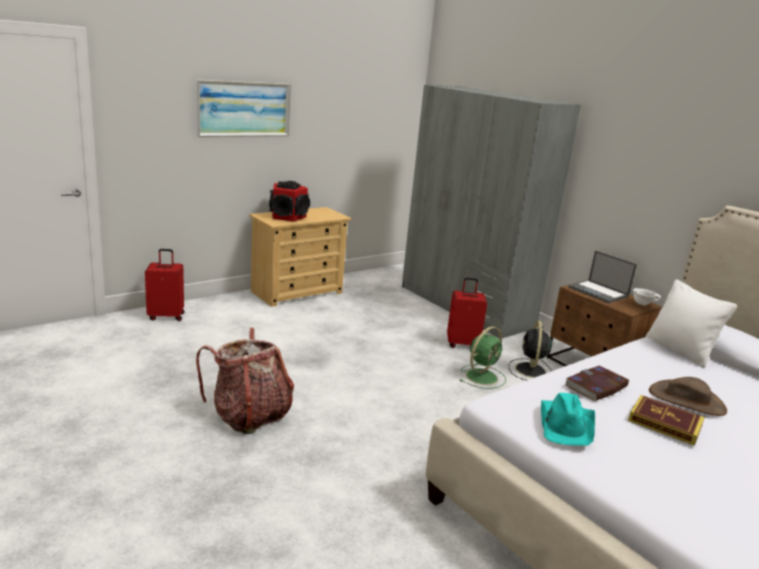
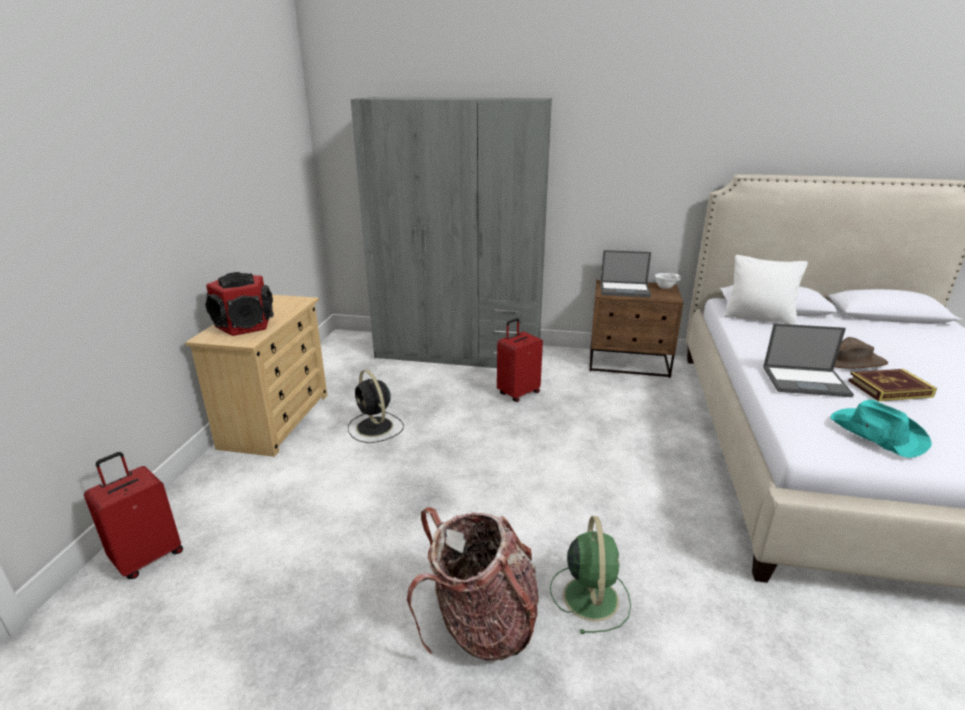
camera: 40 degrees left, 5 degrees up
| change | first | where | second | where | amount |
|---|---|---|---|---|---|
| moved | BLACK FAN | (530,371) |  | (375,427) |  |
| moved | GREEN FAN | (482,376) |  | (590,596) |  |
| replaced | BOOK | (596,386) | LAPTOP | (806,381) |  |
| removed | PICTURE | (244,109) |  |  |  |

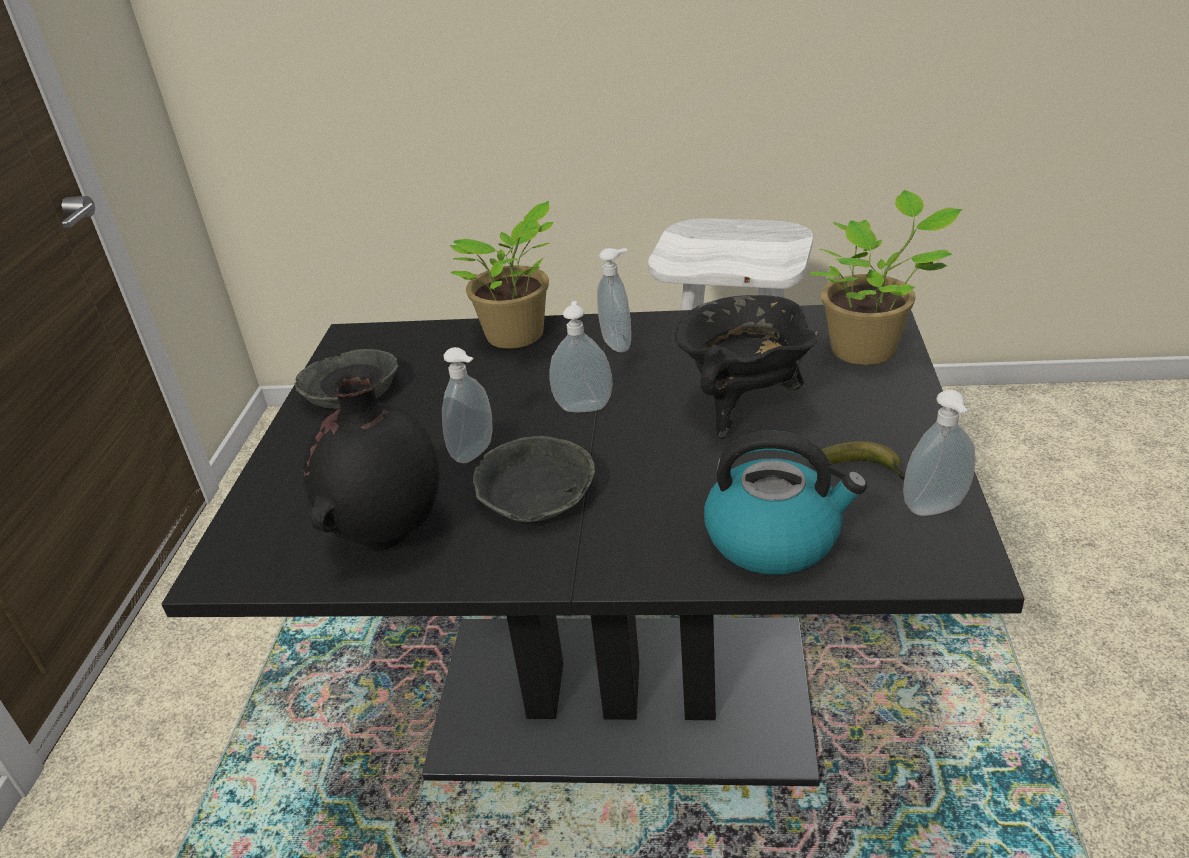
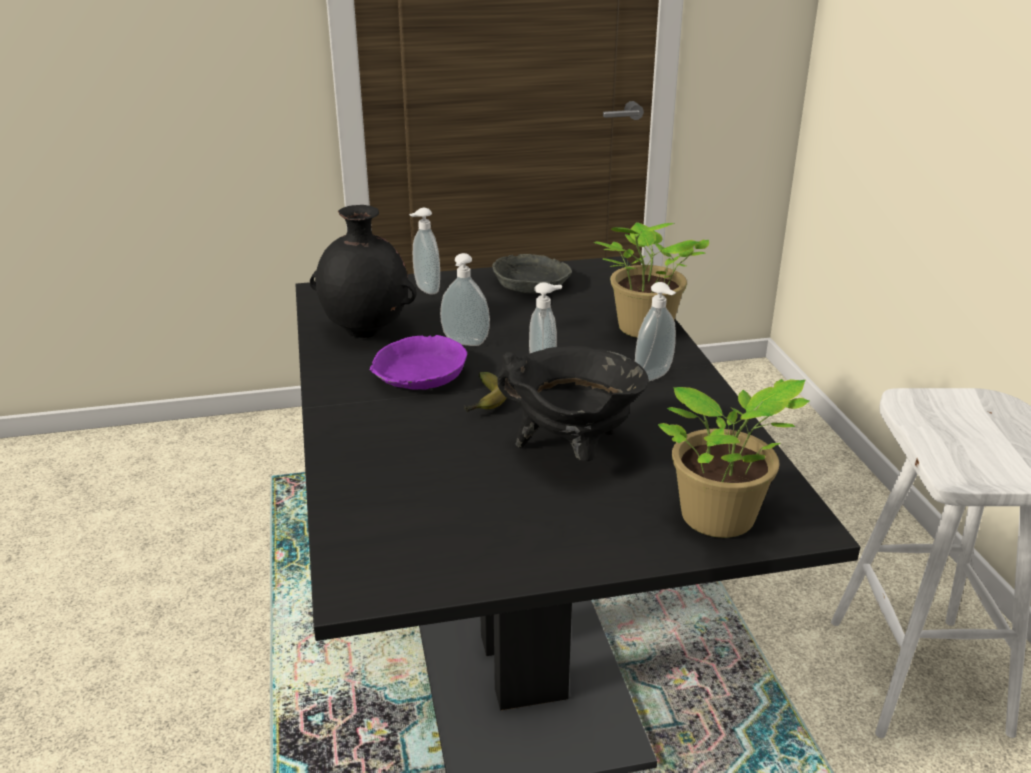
camera: 70 degrees right, 5 degrees down
| change | first | where | second | where | amount |
|---|---|---|---|---|---|
| recoloured | GREY BOWL | (536,494) | PURPLE BOWL | (418,375) |  |
| moved | SOAP DISPENSER | (936,510) |  | (425,290) |  |
| moved | BANANA | (863,470) |  | (485,401) |  |
| removed | KETTLE | (775,538) |  |  |  |

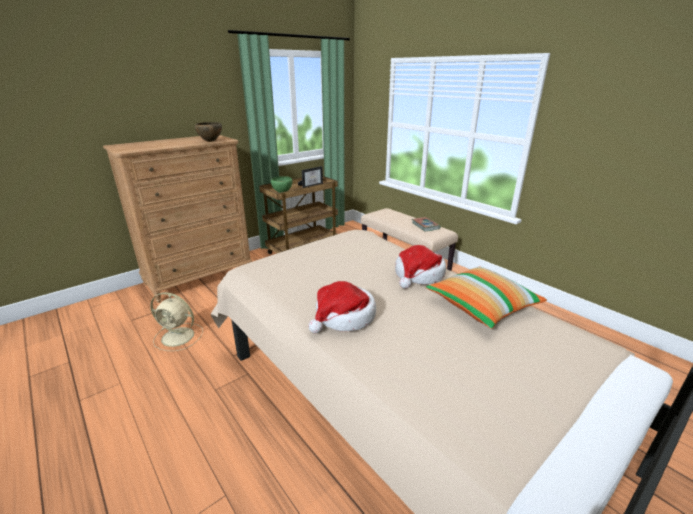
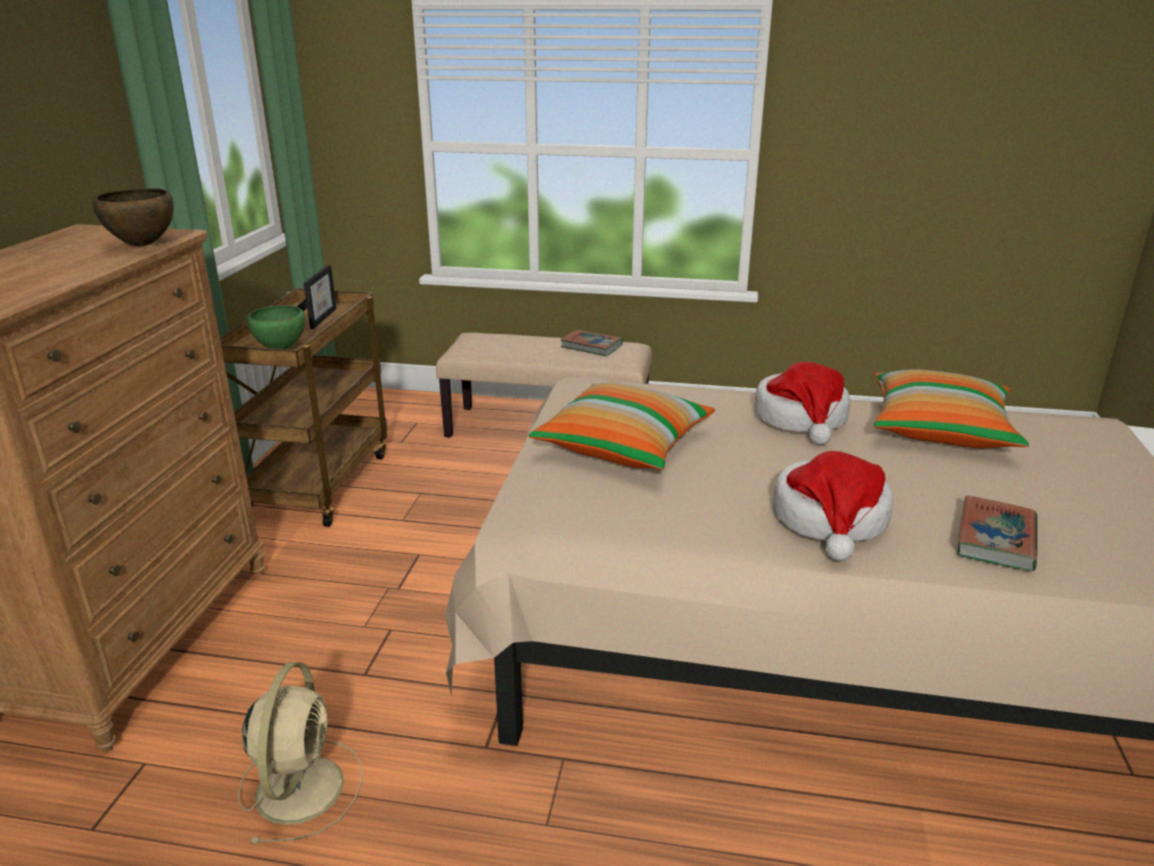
camera: 40 degrees left, 0 degrees up
| change | first | where | second | where | amount |
|---|---|---|---|---|---|
| turned | BEIGE FAN | (179,337) |  | (301,786) | 60 degrees counterclockwise |
| added |  |  | PILLOW | (623,446) |  |
| added |  |  | BOOK | (996,539) |  |

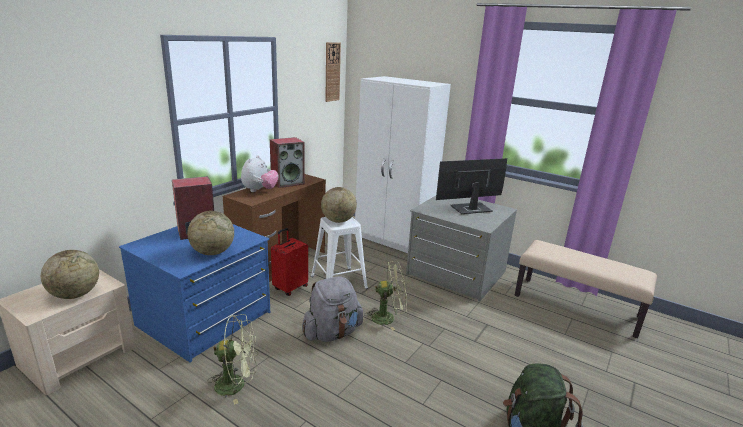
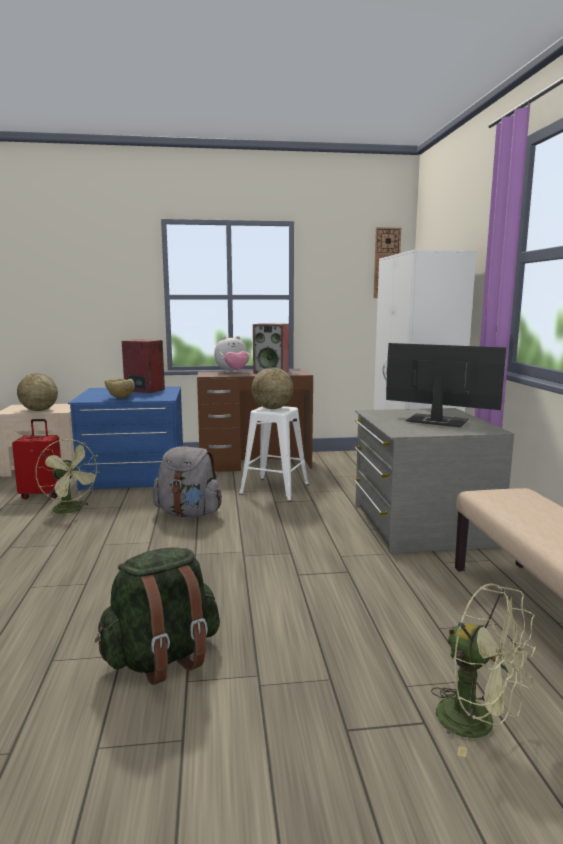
camera: 50 degrees right, 10 degrees down
| change | first | where | second | where | amount |
|---|---|---|---|---|---|
| moved | RED SUITCASE | (290,288) |  | (42,495) |  |
| replaced | GLOBE | (212,252) | BEIGE BOWL | (120,398) |  |
| moved | GREEN FAN | (388,318) |  | (478,724) |  |

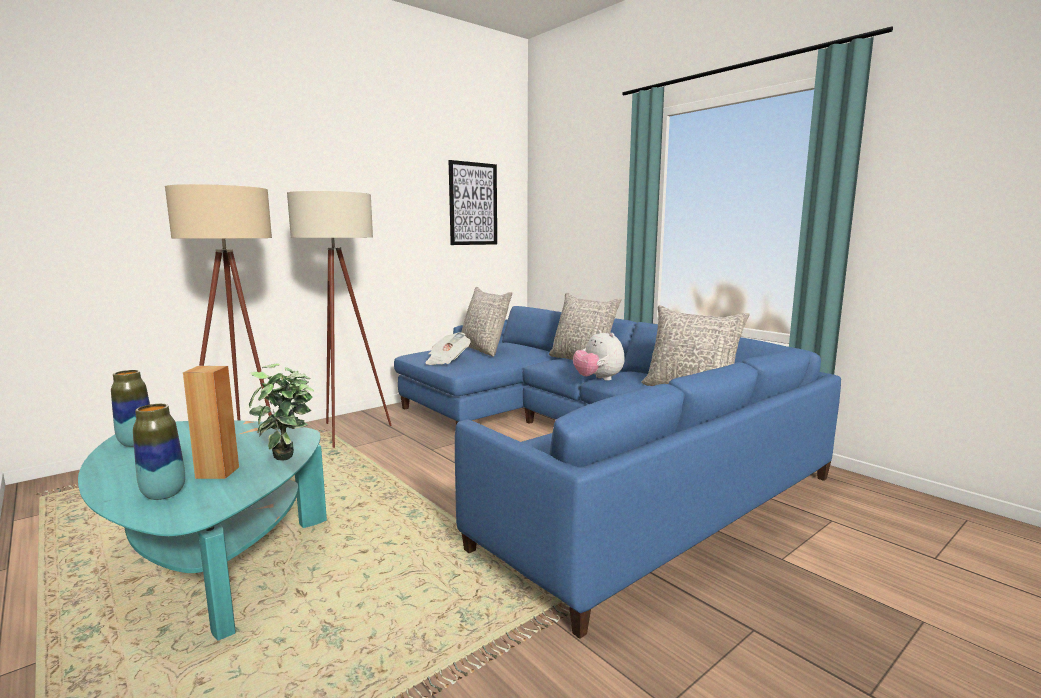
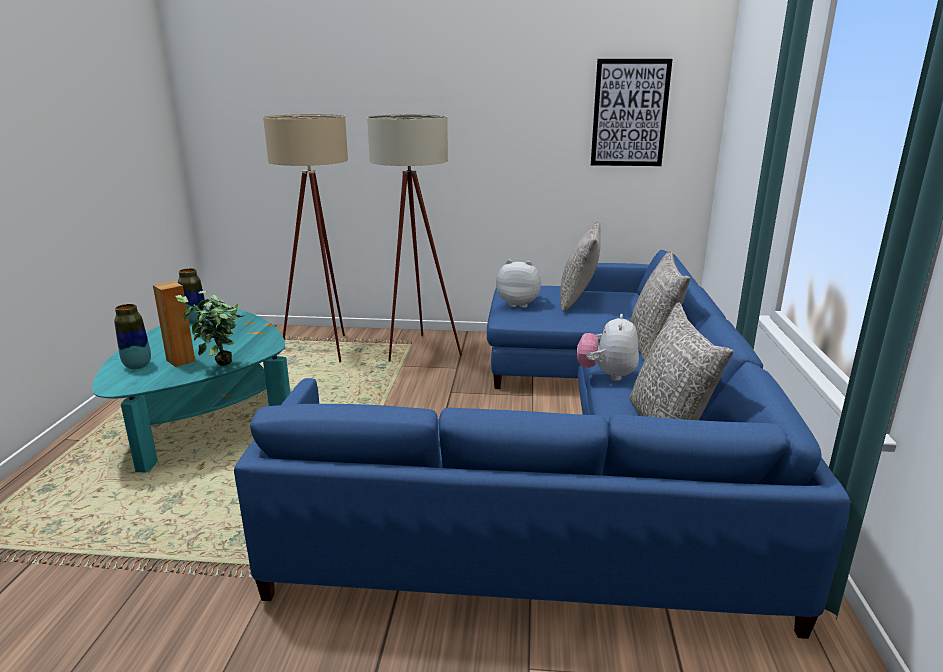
camera: 45 degrees right, 10 degrees up
| change | first | where | second | where | amount |
|---|---|---|---|---|---|
| replaced | NEWSPAPER | (447,361) | PLUSH TOY | (518,304) |  |

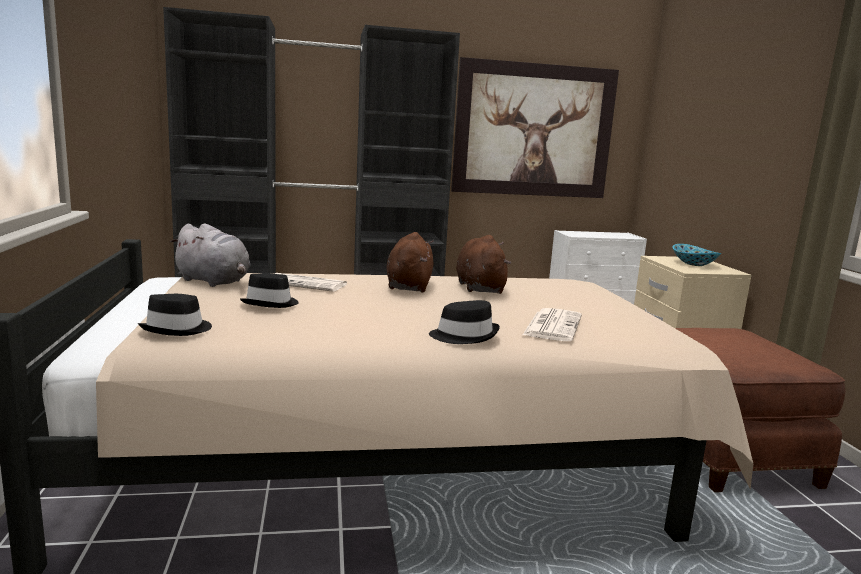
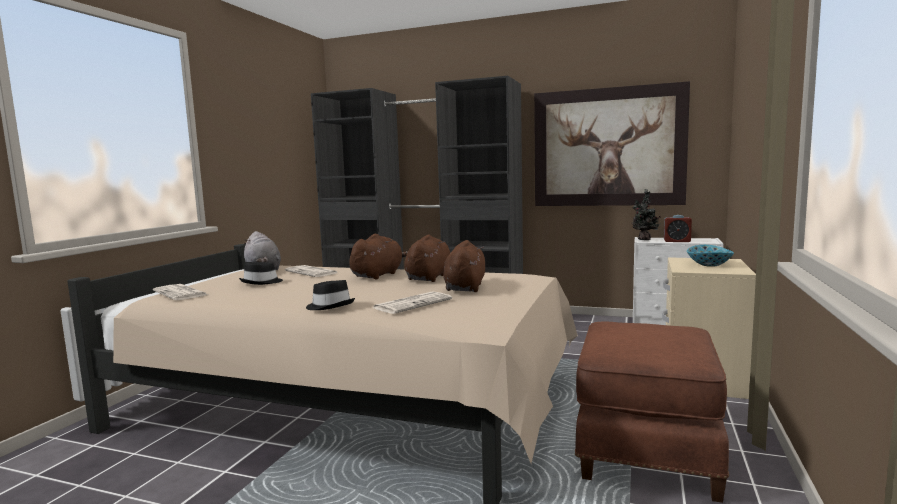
camera: 30 degrees right, 5 degrees down
| change | first | where | second | where | amount |
|---|---|---|---|---|---|
| replaced | BLACK HAT | (178,329) | NEWSPAPER | (181,293) |  |
| added |  |  | BROWN PLUSH TOY | (465,287) |  |
| added |  |  | POTTED PLANT | (644,239) |  |
| added |  |  | ALARM CLOCK | (677,241) |  |

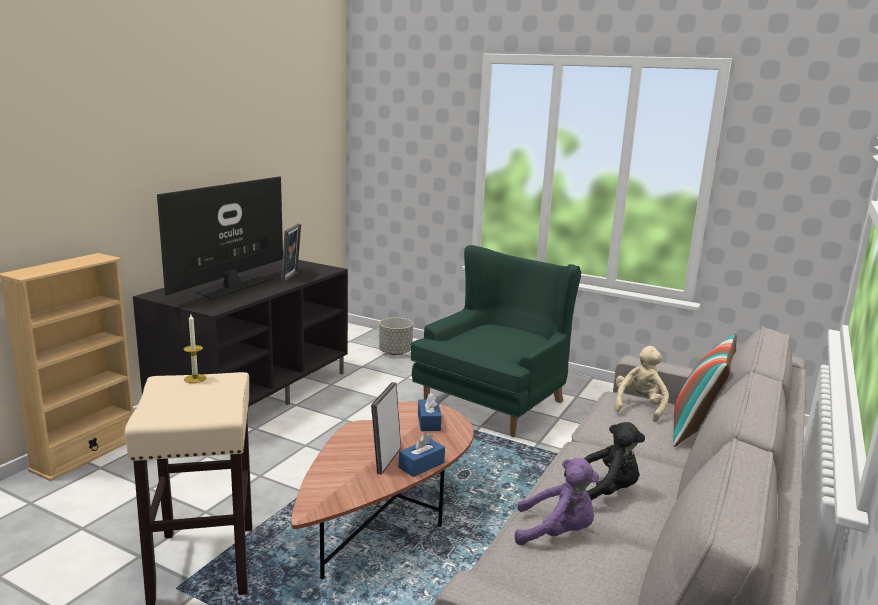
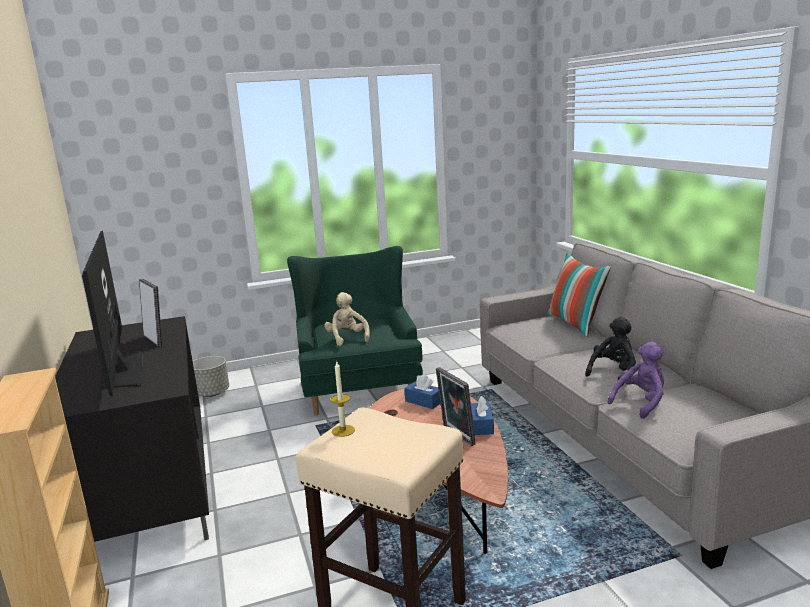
camera: 45 degrees left, 0 degrees up
| change | first | where | second | where | amount |
|---|---|---|---|---|---|
| moved | BEIGE PLUSH TOY | (639,407) |  | (347,338) |  |

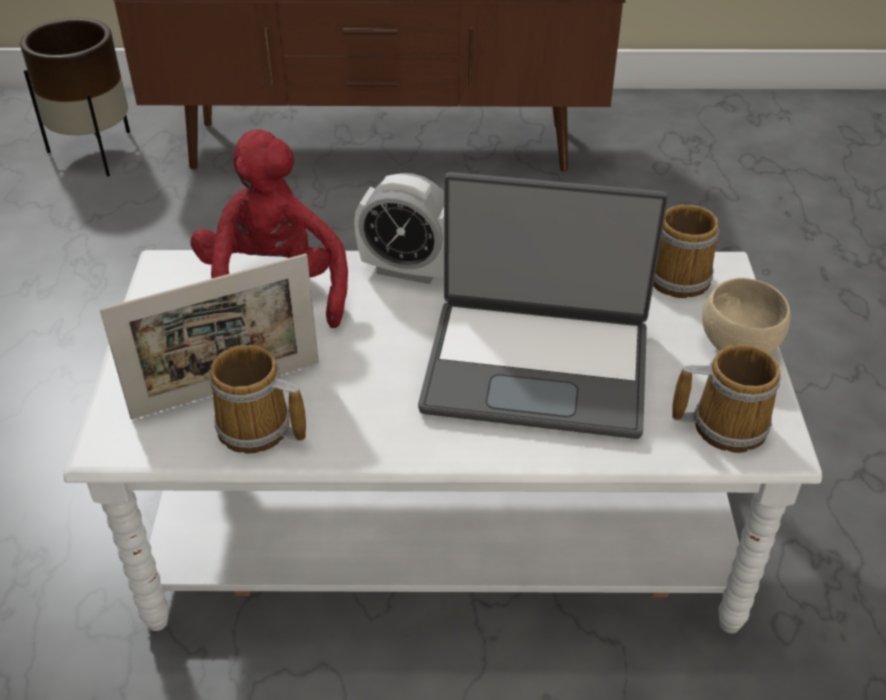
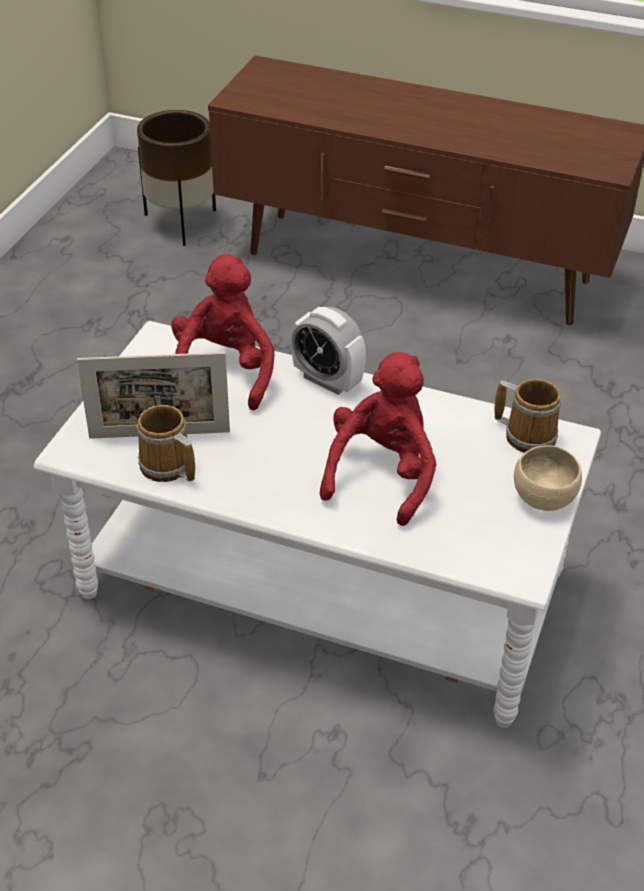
camera: 20 degrees right, 0 degrees up
| change | first | where | second | where | amount |
|---|---|---|---|---|---|
| replaced | LAPTOP | (537,366) | RED PLUSH TOY | (382,474) |  |
| removed | MUG | (724,424) |  |  |  |

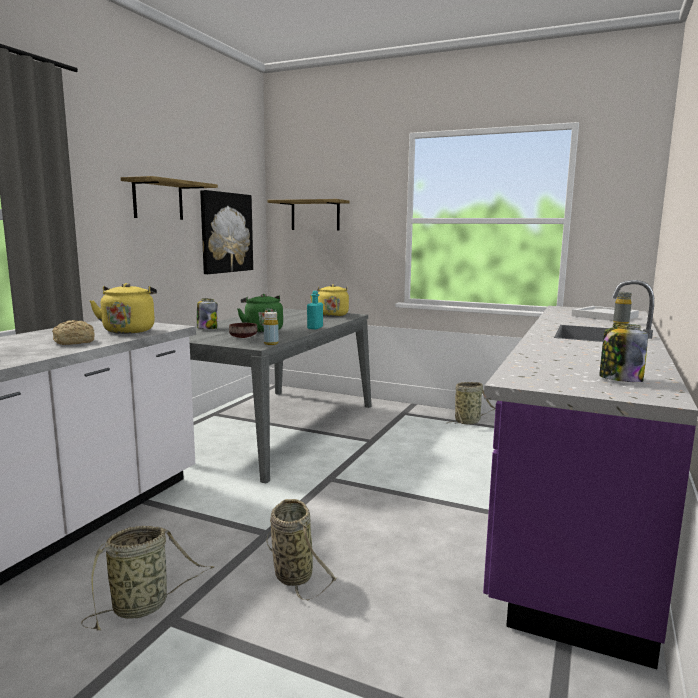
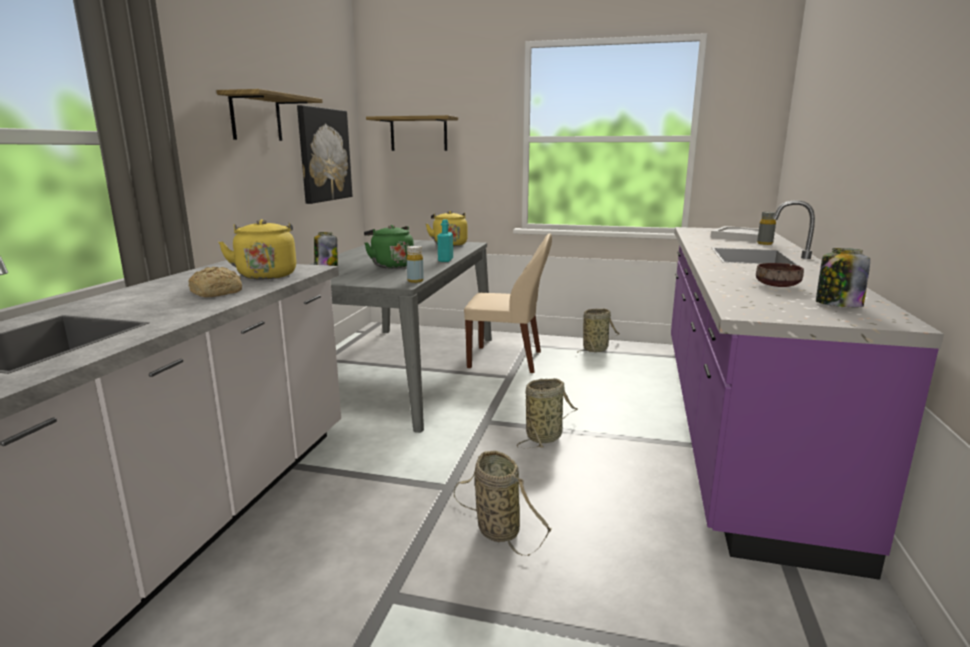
camera: 10 degrees left, 5 degrees up
| change | first | where | second | where | amount |
|---|---|---|---|---|---|
| added |  |  | BEIGE CHAIR | (508,360) |  |
| moved | BASKET | (144,606) |  | (545,436) |  |
| moved | BROWN BOWL | (242,337) |  | (776,286) |  |

